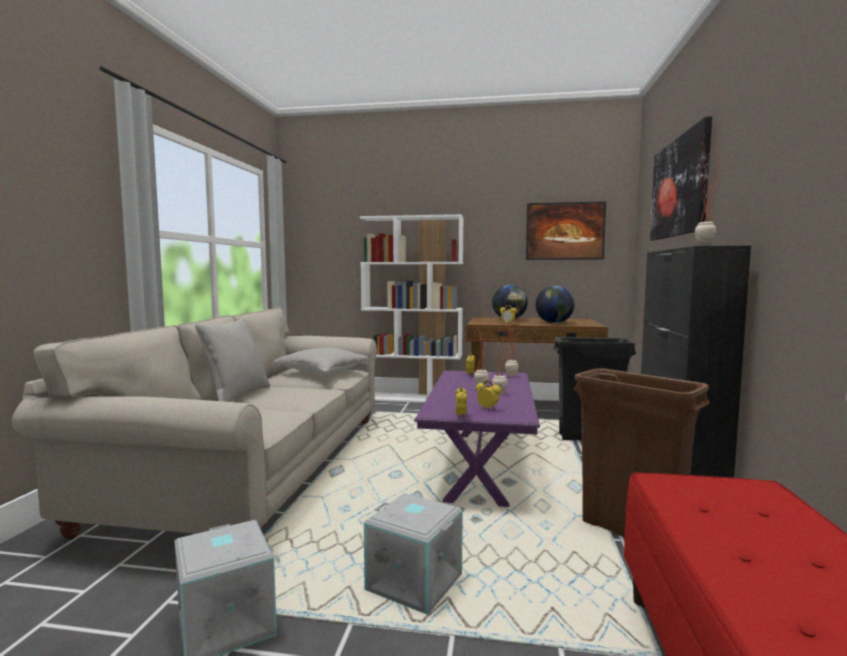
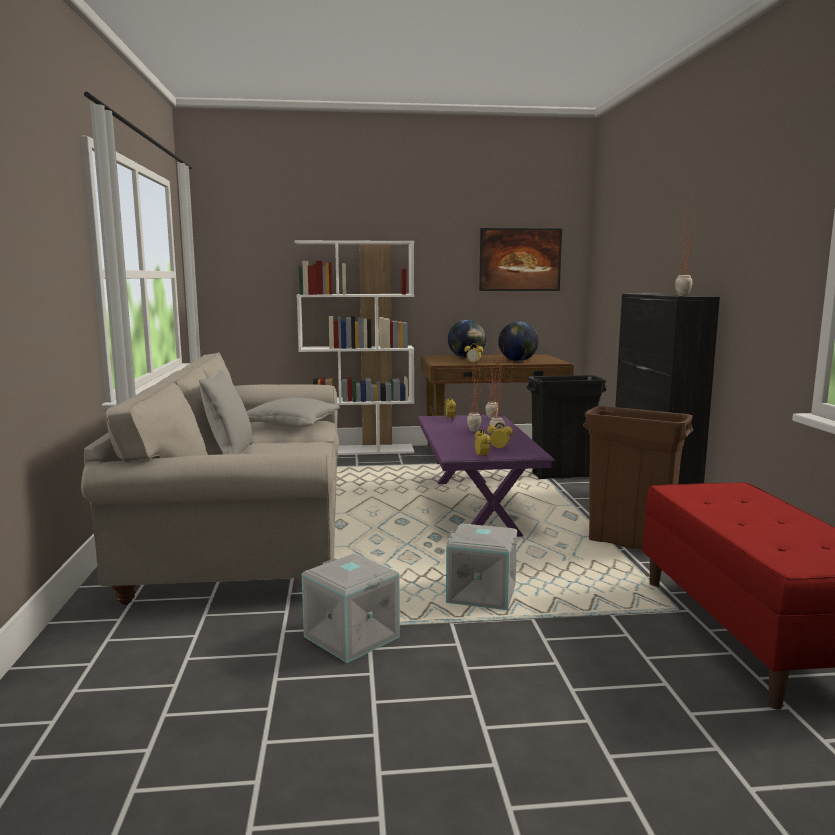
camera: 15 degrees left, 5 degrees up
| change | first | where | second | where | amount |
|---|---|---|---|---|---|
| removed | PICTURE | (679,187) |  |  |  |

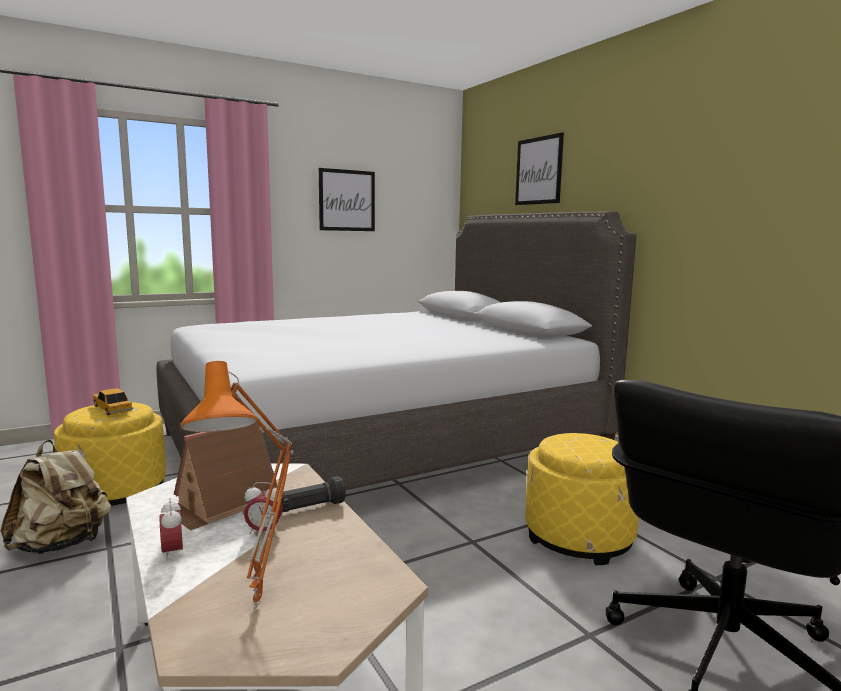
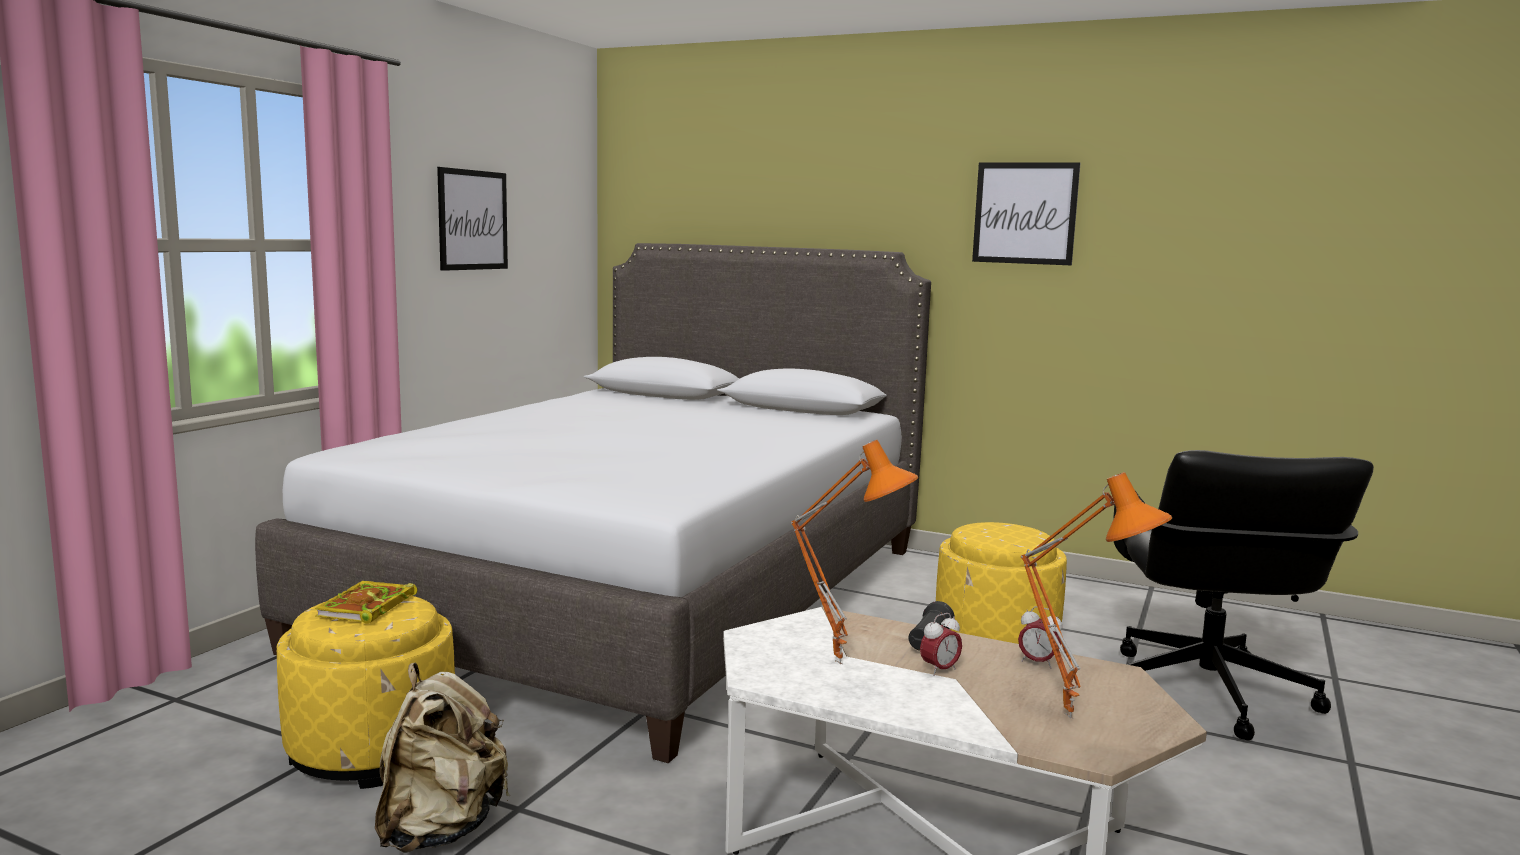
camera: 35 degrees left, 0 degrees up
| change | first | where | second | where | amount |
|---|---|---|---|---|---|
| replaced | TOY CAR | (112,409) | BOOK | (366,608) |  |
| replaced | TOY HOUSE | (222,503) | ORANGE TABLE LAMP | (842,662) |  |
| moved | PICTURE | (538,171) |  | (1025,213) |  |
| moved | ALARM CLOCK | (173,553) |  | (1037,662) |  |

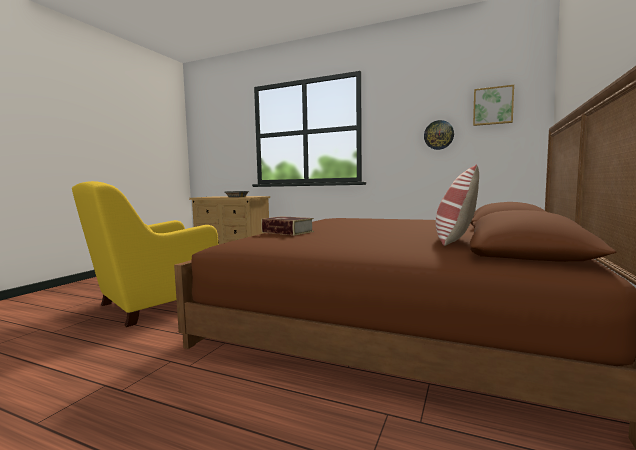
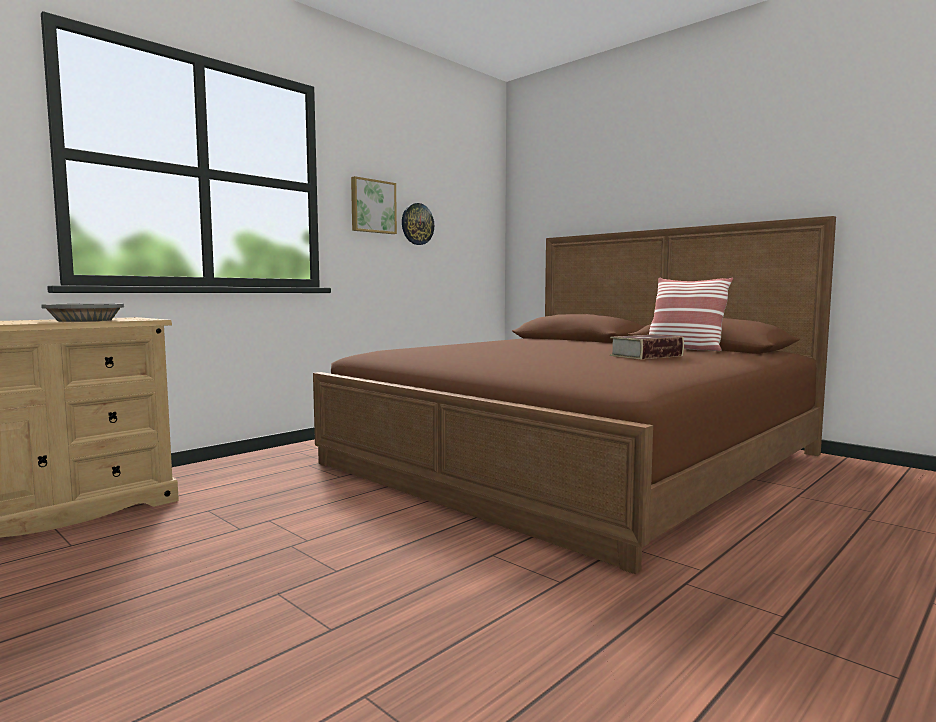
camera: 70 degrees left, 0 degrees up
| change | first | where | second | where | amount |
|---|---|---|---|---|---|
| moved | PICTURE | (492,106) |  | (372,206) |  |
| moved | BOOK | (287,232) |  | (646,355) |  |
| removed | YELLOW ARMCHAIR | (154,304) |  |  |  |

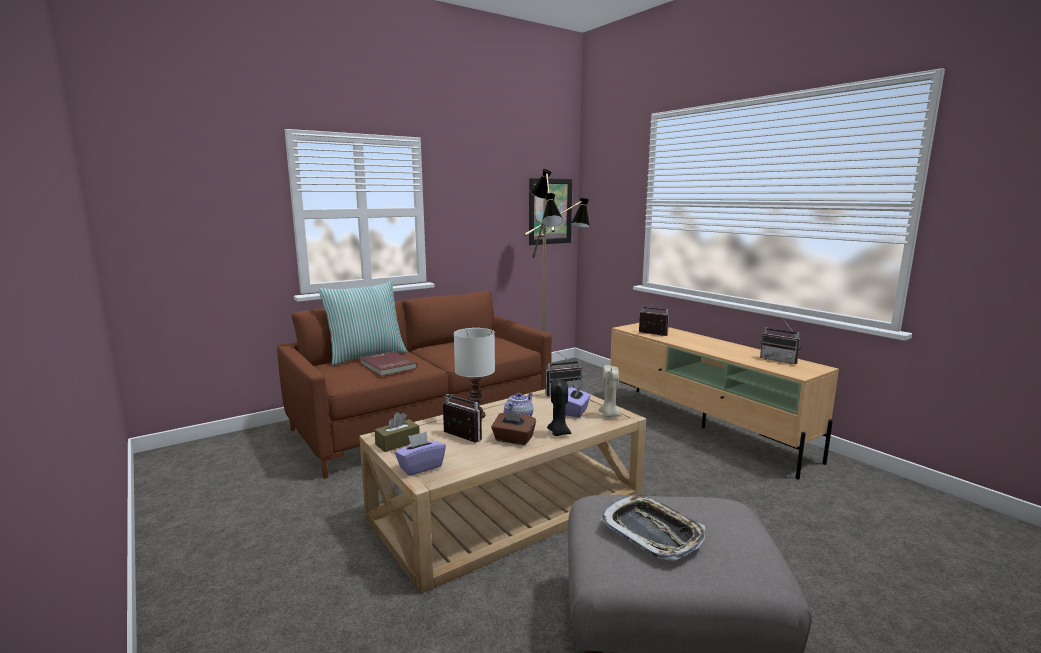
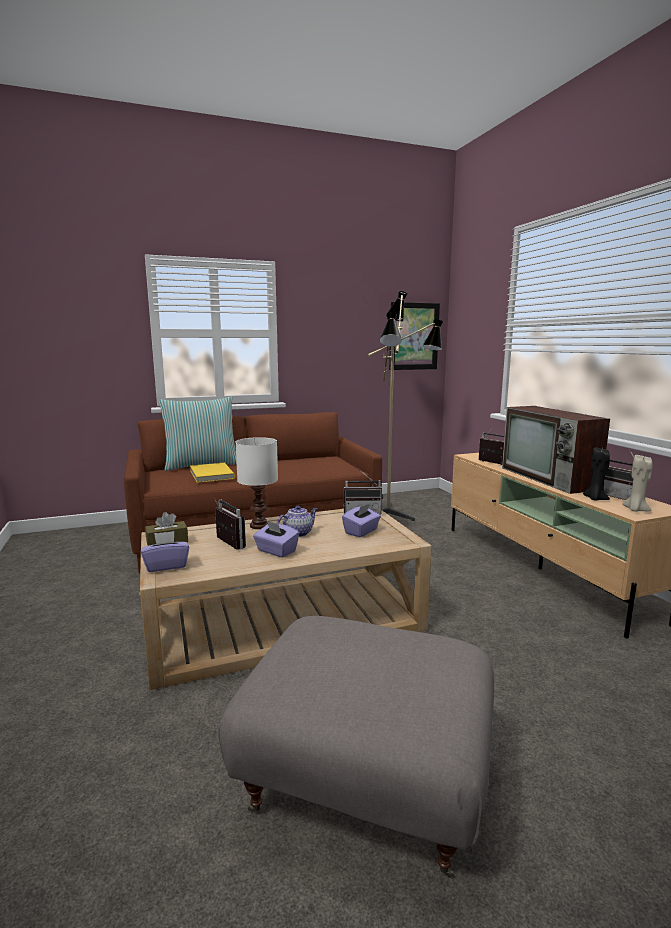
camera: 15 degrees right, 0 degrees up
| change | first | where | second | where | amount |
|---|---|---|---|---|---|
| recoloured | RED BOOK | (387,366) | YELLOW BOOK | (210,475) |  |
| recoloured | BROWN TISSUE BOX | (513,439) | PURPLE TISSUE BOX | (276,551) |  |
| added |  |  | TELEVISION | (549,478) |  |
| moved | BLACK CANDLE | (558,433) |  | (595,499) |  |
| moved | BEIGE CANDLE | (609,415) |  | (635,510) |  |
| removed | TRAY | (652,532) |  |  |  |

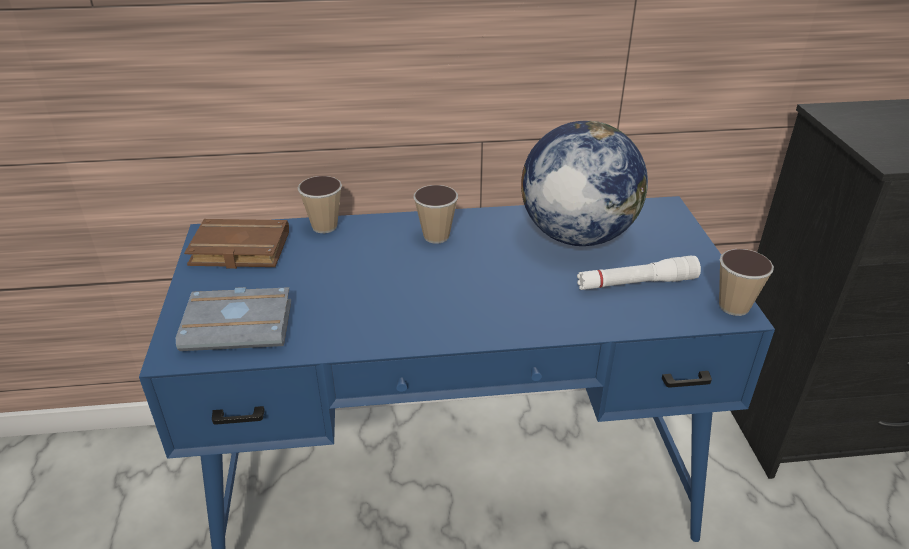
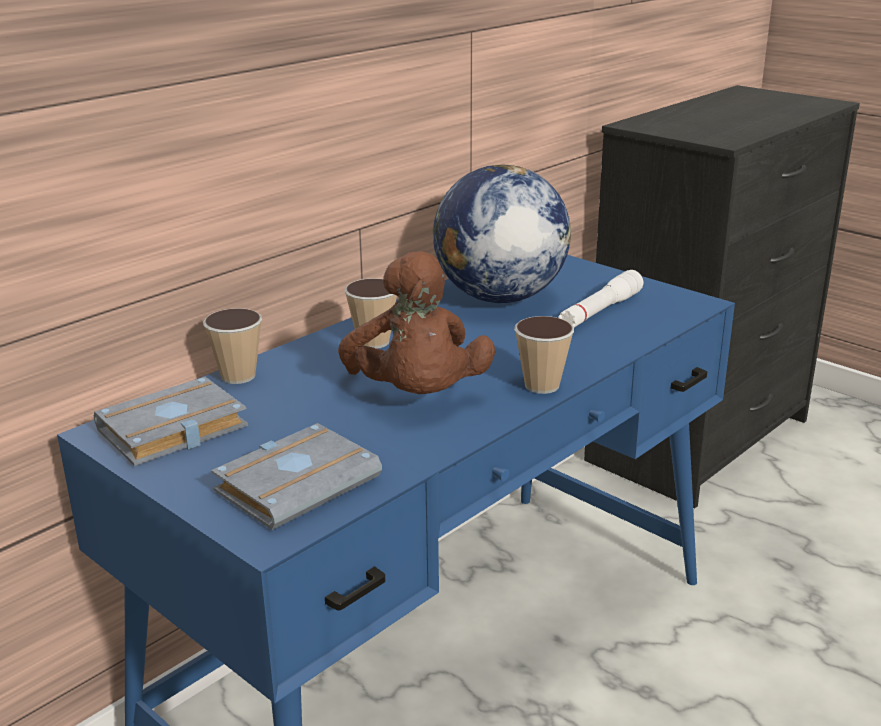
camera: 40 degrees left, 10 degrees down
| change | first | where | second | where | amount |
|---|---|---|---|---|---|
| recoloured | BROWN BOOK | (237,251) | GREY BOOK | (172,432) |  |
| added |  |  | BROWN PLUSH TOY | (417,396) |  |
| moved | CUP | (734,306) |  | (542,385) |  |

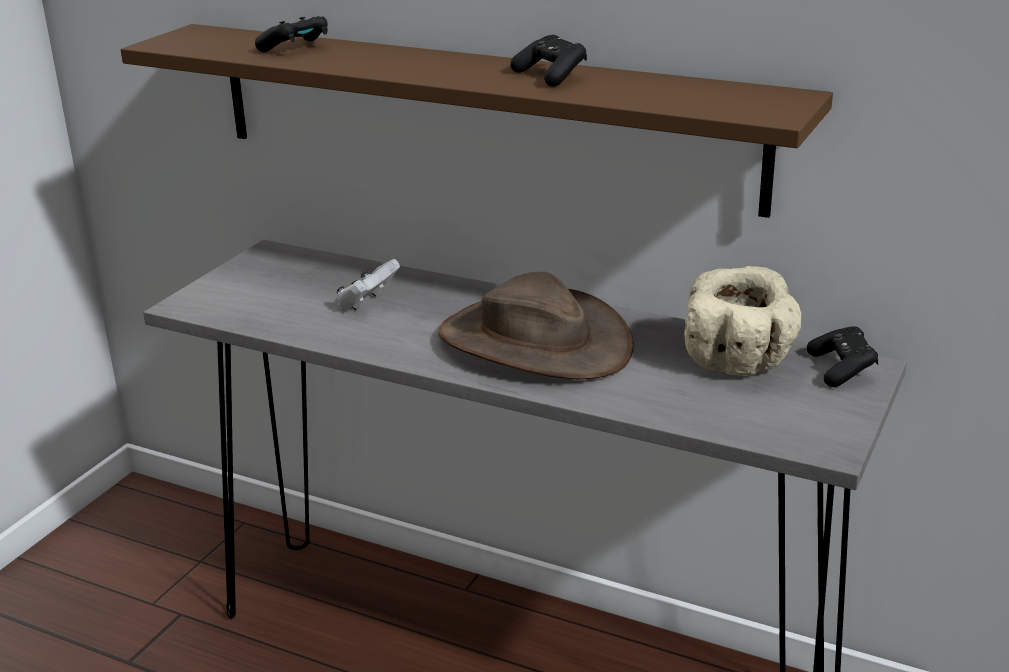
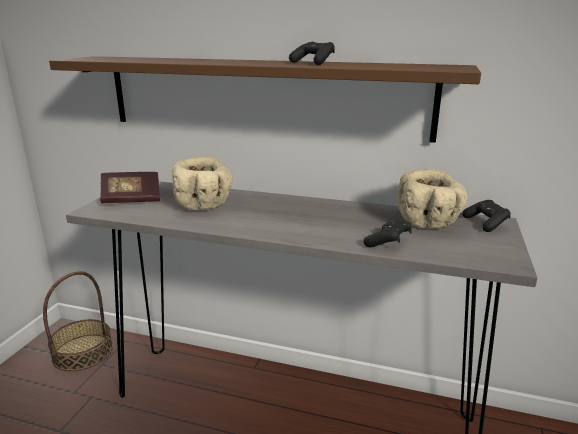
camera: 10 degrees left, 5 degrees down
| change | first | where | second | where | amount |
|---|---|---|---|---|---|
| added |  |  | BASKET | (83,352) |  |
| added |  |  | BOOK | (131,199) |  |
| replaced | WHITE GAME CONTROLLER | (368,303) | BEIGE BOWL | (204,204) |  |
| moved | BLACK GAME CONTROLLER | (296,49) |  | (388,243) |  |
| removed | BROWN HAT | (534,342) |  |  |  |

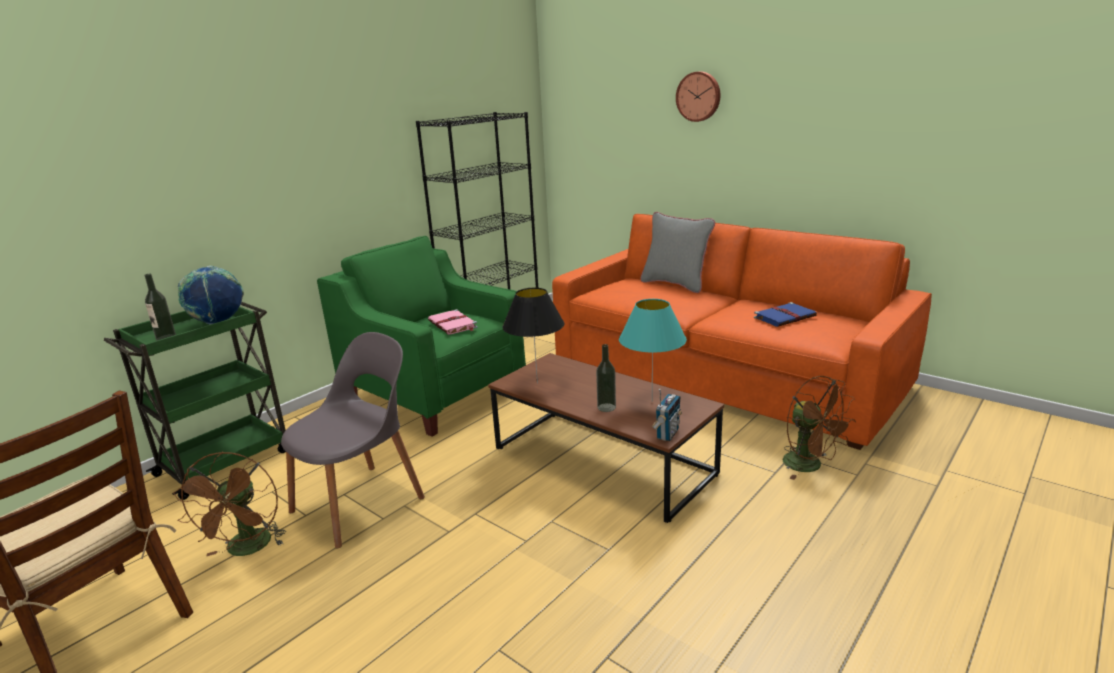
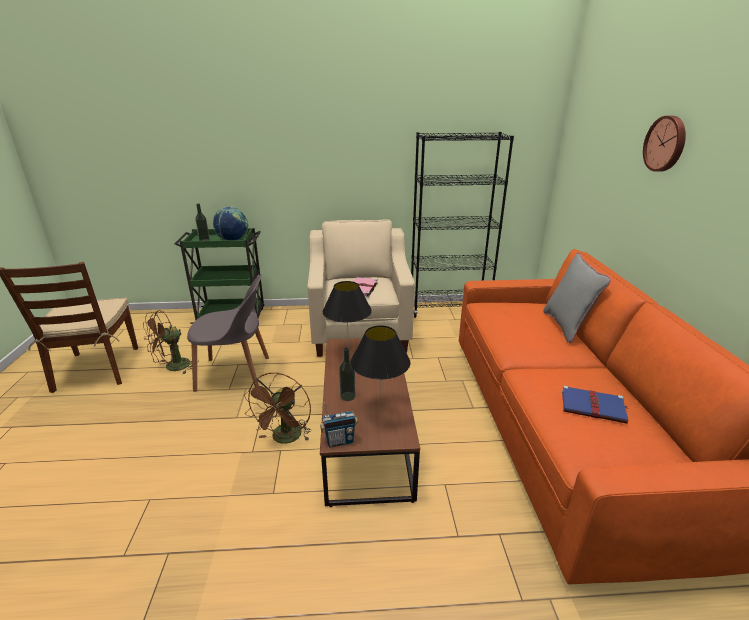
camera: 45 degrees right, 5 degrees up
| change | first | where | second | where | amount |
|---|---|---|---|---|---|
| moved | BROWN FAN | (810,466) |  | (285,439) |  |
| recoloured | GREEN ARMCHAIR | (434,393) | BEIGE ARMCHAIR | (360,330) |  |
| recoloured | TURQUOISE TABLE LAMP | (652,401) | BLACK TABLE LAMP | (380,411) |  |

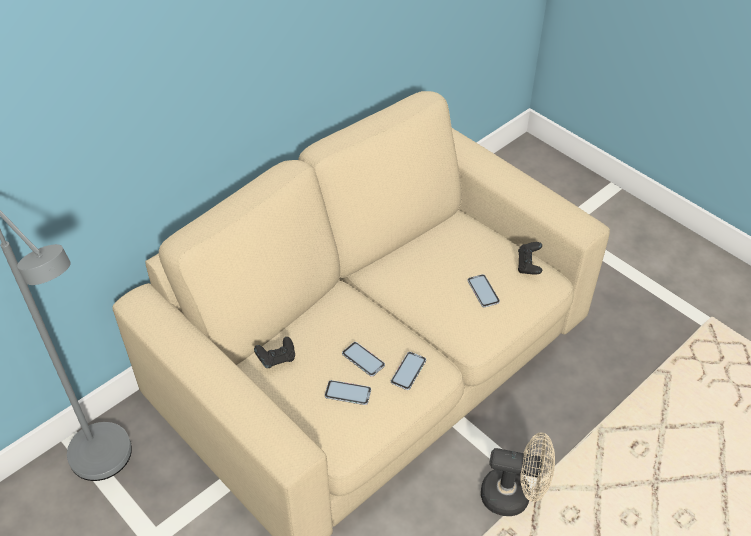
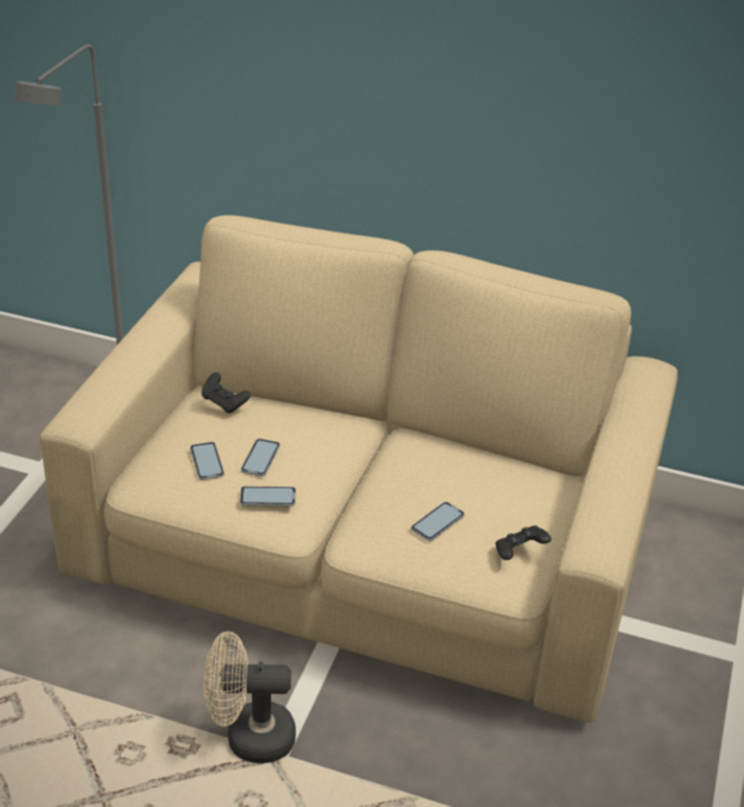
camera: 60 degrees right, 10 degrees down
| change | first | where | second | where | amount |
|---|---|---|---|---|---|
| turned | BEIGE FAN | (514,496) |  | (249,737) | 105 degrees clockwise |

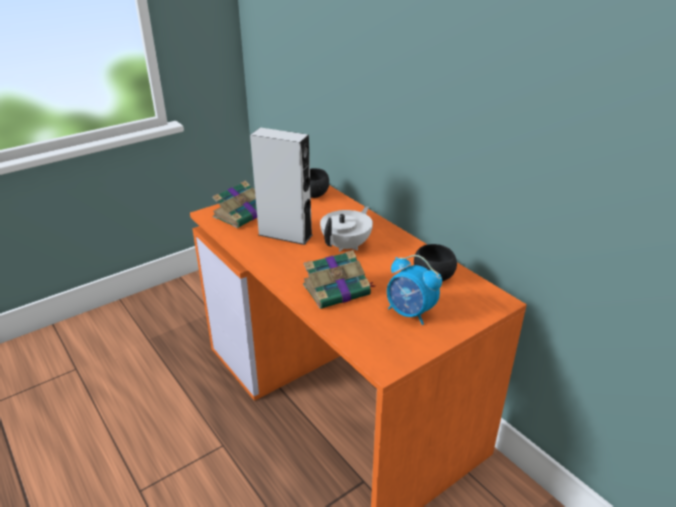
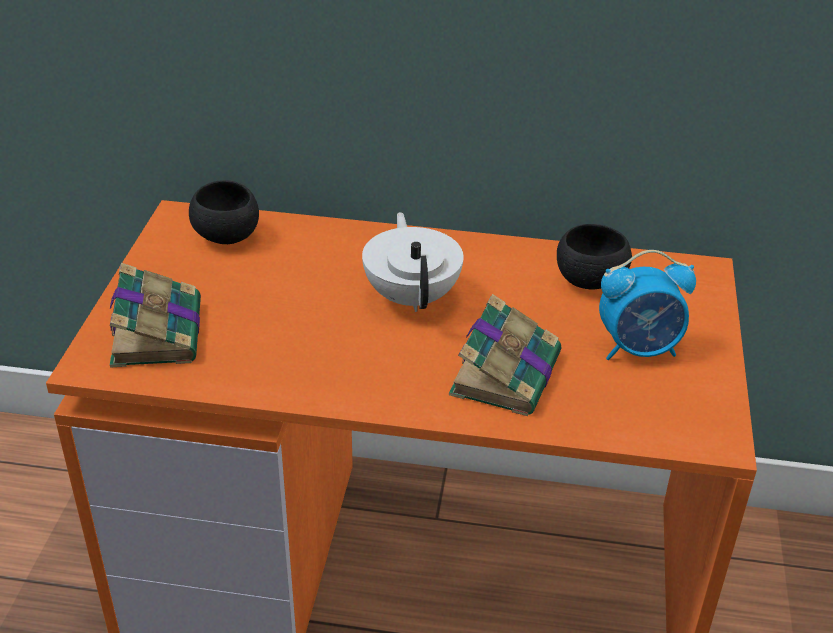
camera: 45 degrees left, 5 degrees up
| change | first | where | second | where | amount |
|---|---|---|---|---|---|
| removed | GREY SPEAKER | (285,235) |  |  |  |

